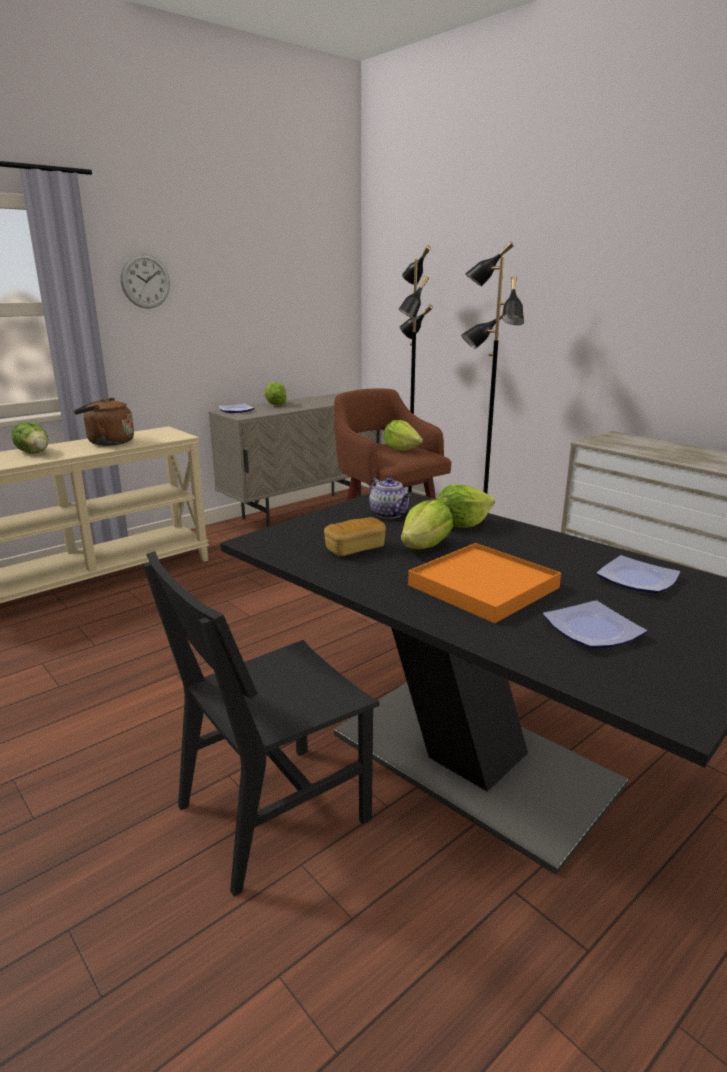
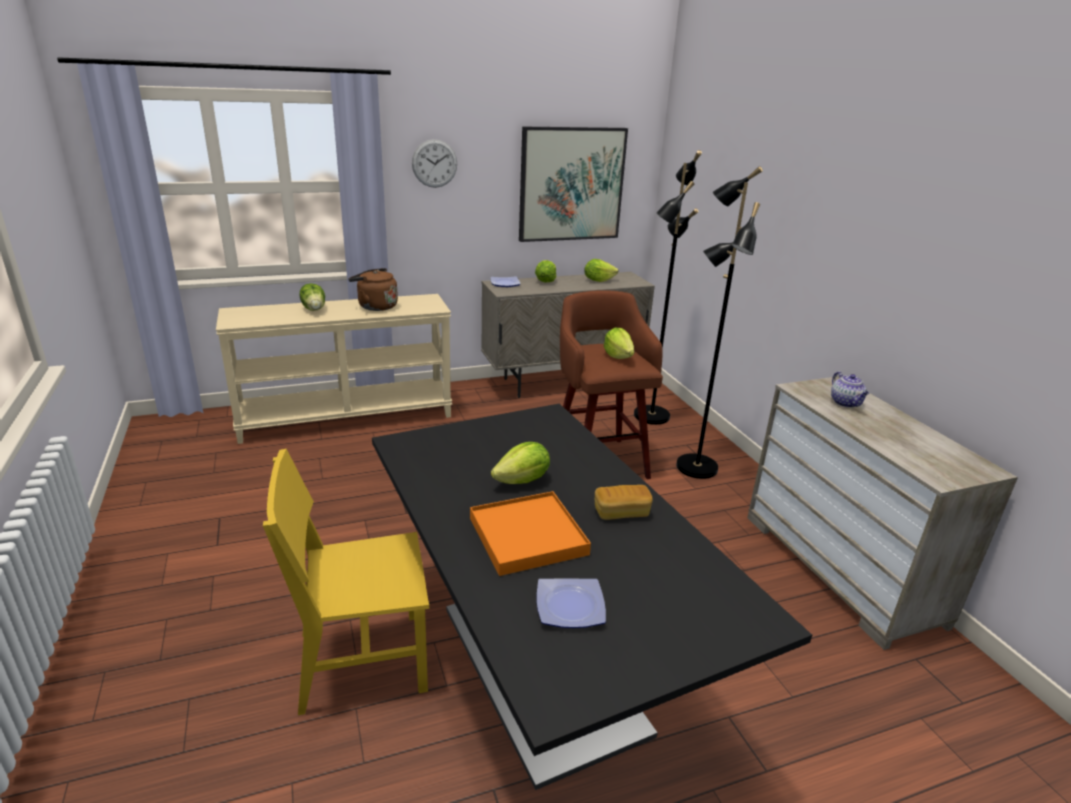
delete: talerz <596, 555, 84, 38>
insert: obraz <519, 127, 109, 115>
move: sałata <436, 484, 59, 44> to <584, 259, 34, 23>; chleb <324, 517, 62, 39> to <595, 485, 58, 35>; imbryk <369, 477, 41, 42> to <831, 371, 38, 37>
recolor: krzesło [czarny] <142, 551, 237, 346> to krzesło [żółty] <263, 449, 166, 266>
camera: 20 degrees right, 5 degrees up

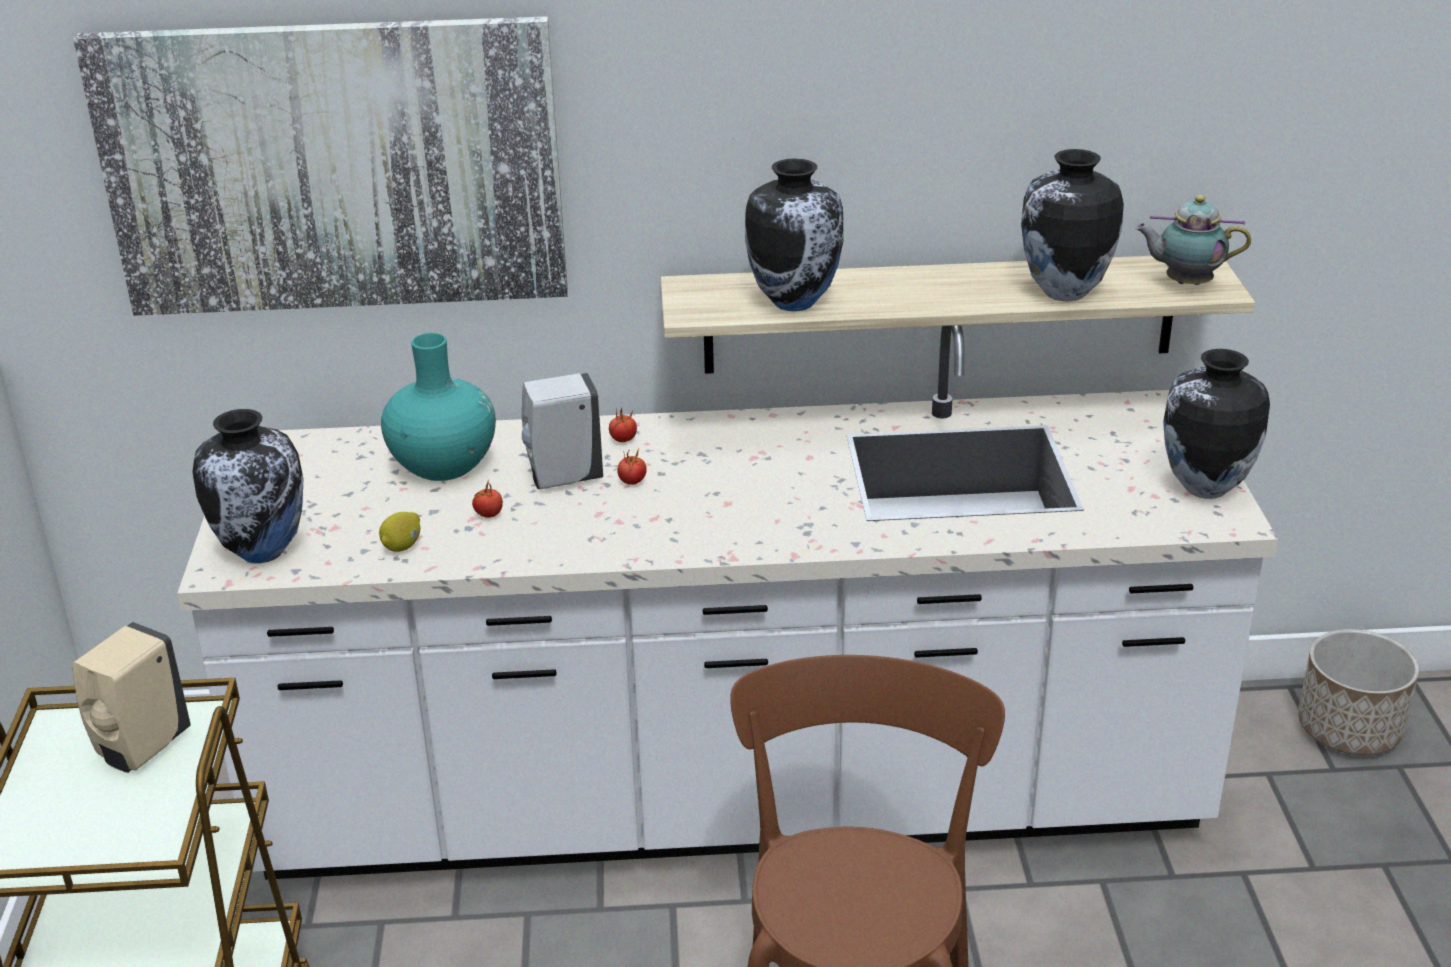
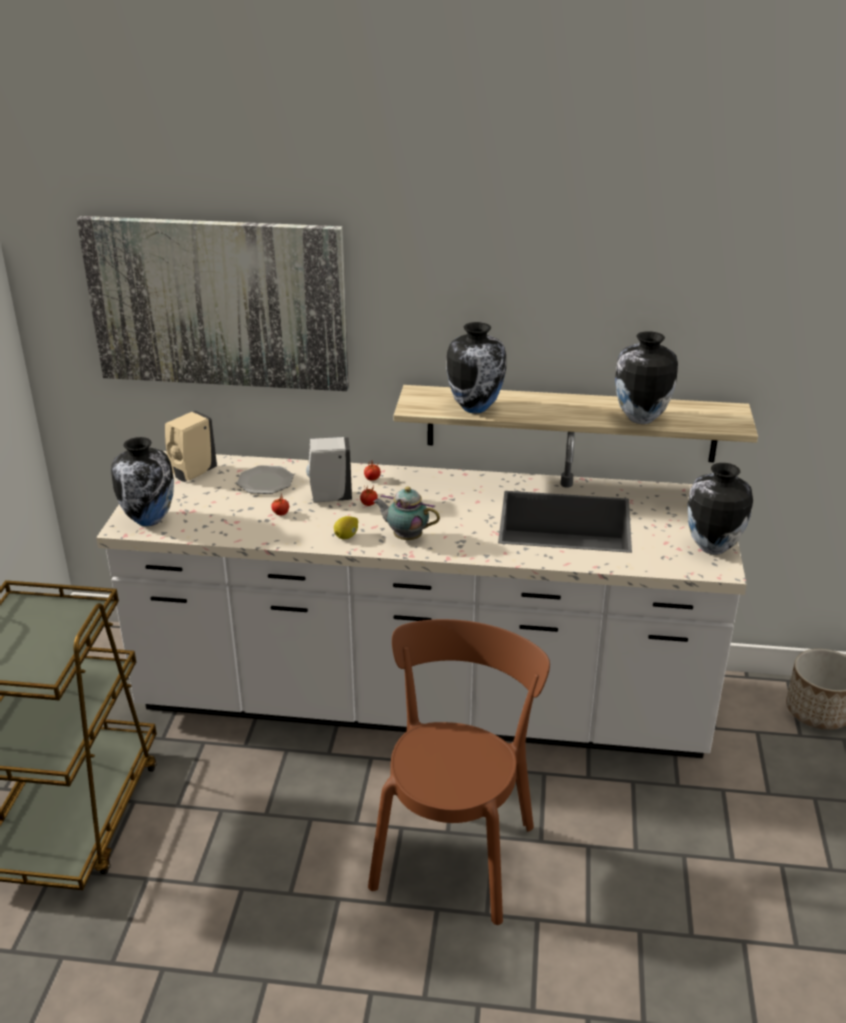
move: dozownik mydła [beżowy] <72, 622, 119, 151> to <165, 411, 52, 71>; cytryna <379, 512, 41, 40> to <334, 516, 24, 23>; imbryk <1135, 195, 116, 90> to <373, 486, 67, 54>
replace: wazon [turkusowy] <381, 333, 115, 148> to talerz <237, 465, 57, 29>
camera: 10 degrees right, 0 degrees up

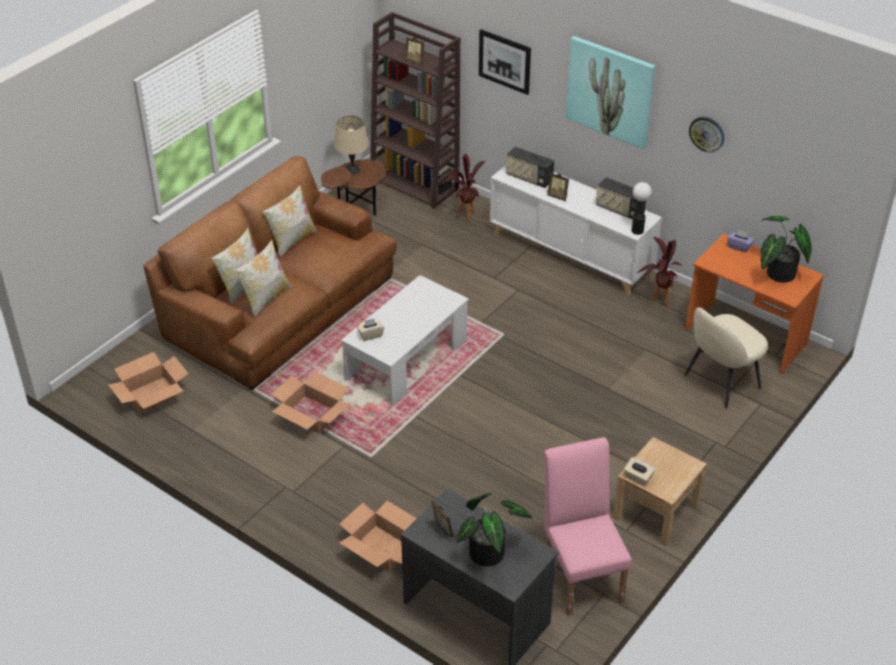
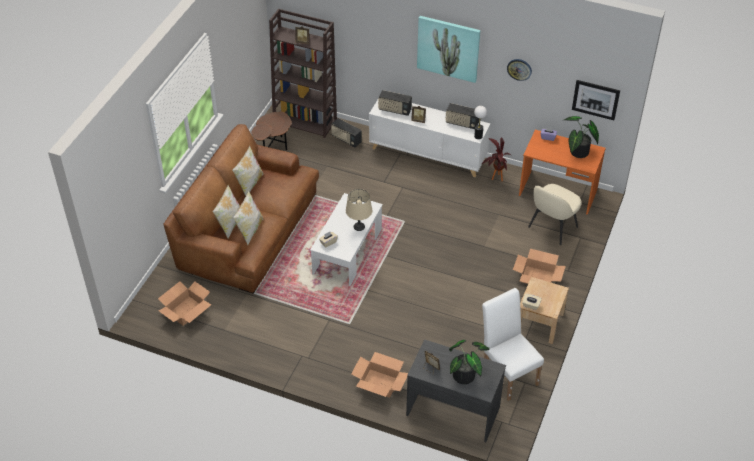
move: lampa stołowa [beżowy] <334, 115, 35, 59> to <346, 189, 26, 42>; karton <272, 371, 77, 63> to <513, 249, 53, 35>; obraz <479, 29, 52, 66> to <572, 80, 48, 40>
replace: roślina doniczkowa <441, 153, 44, 69> to radio <331, 118, 31, 29>
recolor: krzesło [różowy] <544, 437, 88, 179> to krzesło [biały] <482, 288, 62, 113>
camera: 15 degrees left, 5 degrees up

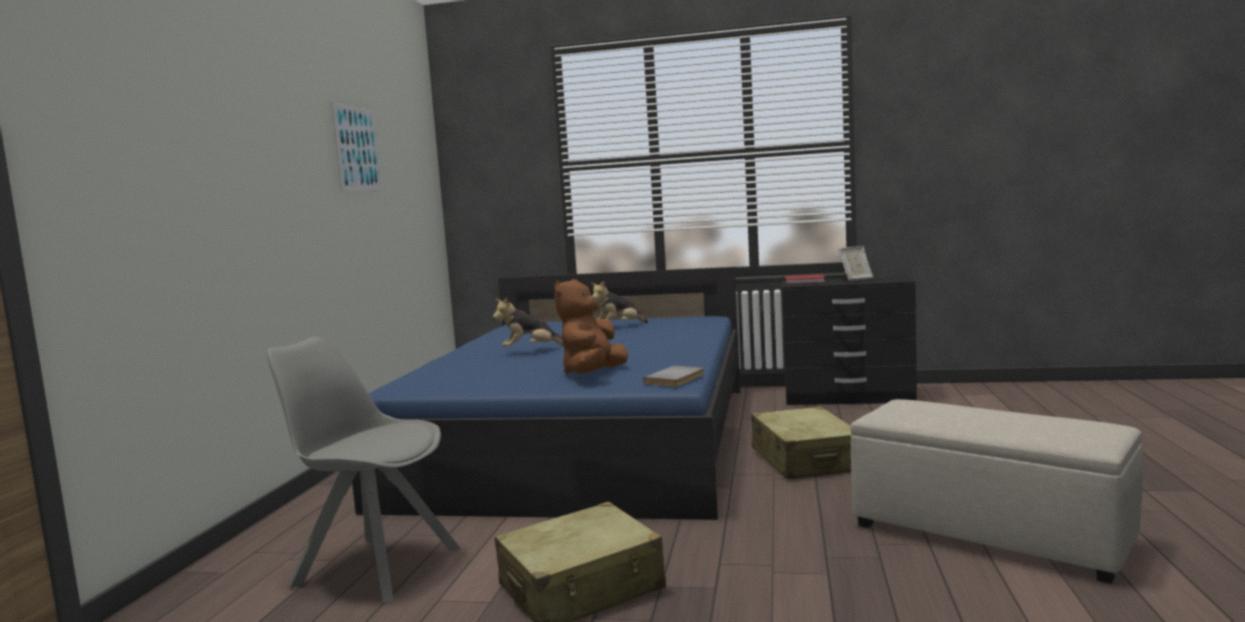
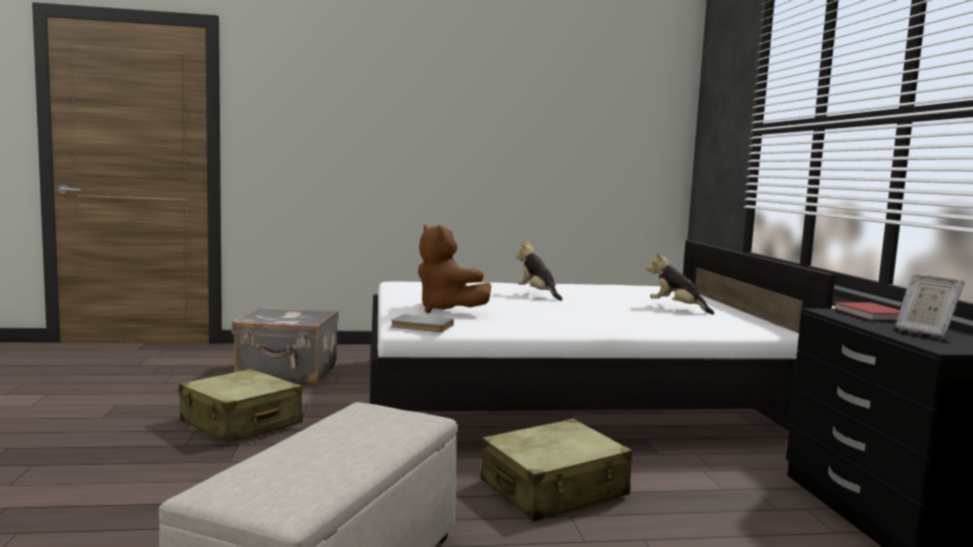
delete: obraz <331, 103, 52, 87>
replace: krzesło [szary] <266, 337, 195, 266> to walizka [szary] <232, 306, 107, 79>
recolor: łóżko [niebieski] <352, 267, 388, 253> to łóżko [biały] <370, 240, 465, 191>
rotate: pluszak [brązowy] <554, 279, 74, 95> = <418, 225, 73, 88> 135 degrees counterclockwise
camera: 70 degrees right, 0 degrees up

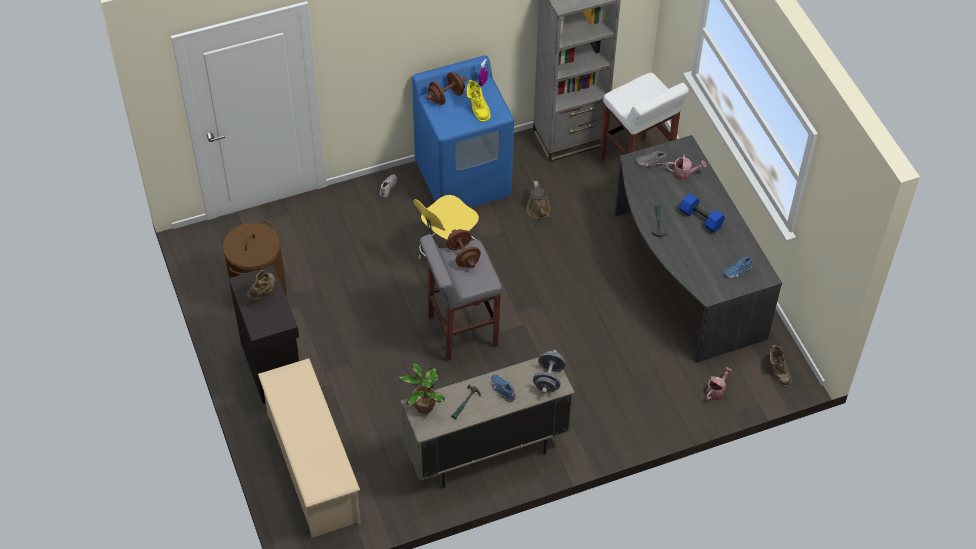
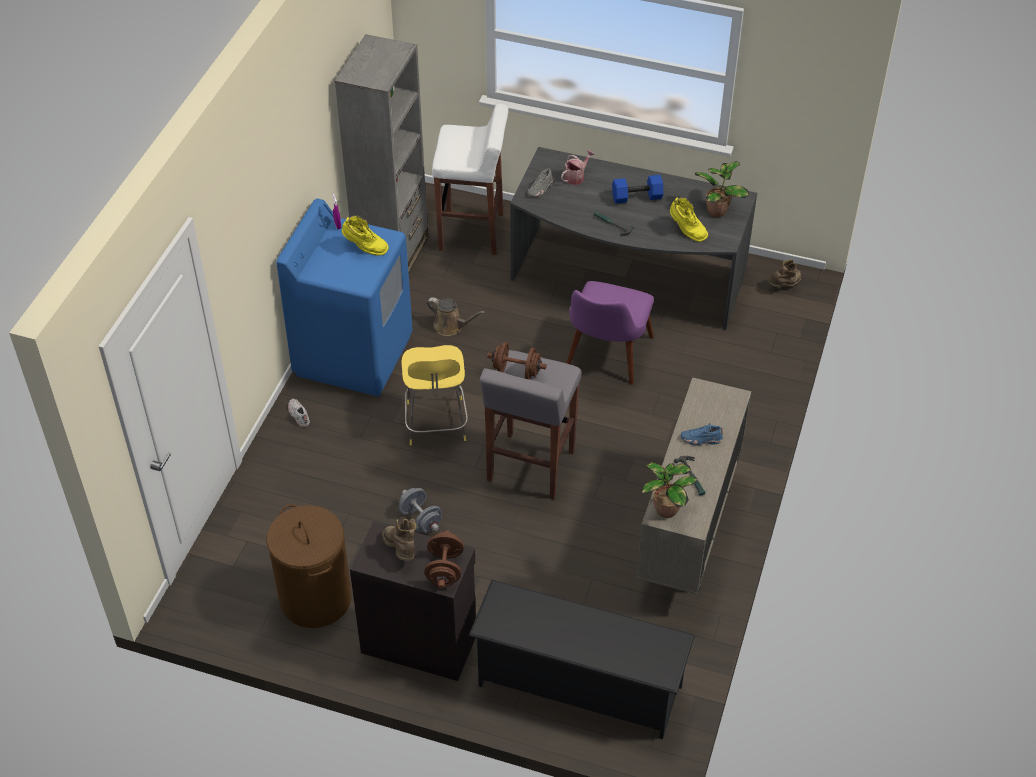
delete: konewka <706, 367, 26, 33>
insert: krzesło [fioletowy] <566, 281, 88, 104>; but z cholewką [żółty] <670, 197, 38, 45>
move: hantel [szary] <533, 350, 33, 44> to <399, 488, 43, 44>; hantel [brązowy] <426, 72, 40, 33> to <424, 530, 40, 59>
replace: but [niebieski] <723, 257, 30, 22> to roślina doniczkowa <694, 161, 55, 56>
recolor: regał na buty [beżowy] <258, 358, 103, 180> to regał na buty [czarny] <468, 580, 227, 159>
rotate: but z cholewką [brązowy] <770, 345, 22, 42> = <768, 259, 33, 28> 60 degrees counterclockwise
camera: 50 degrees left, 5 degrees down

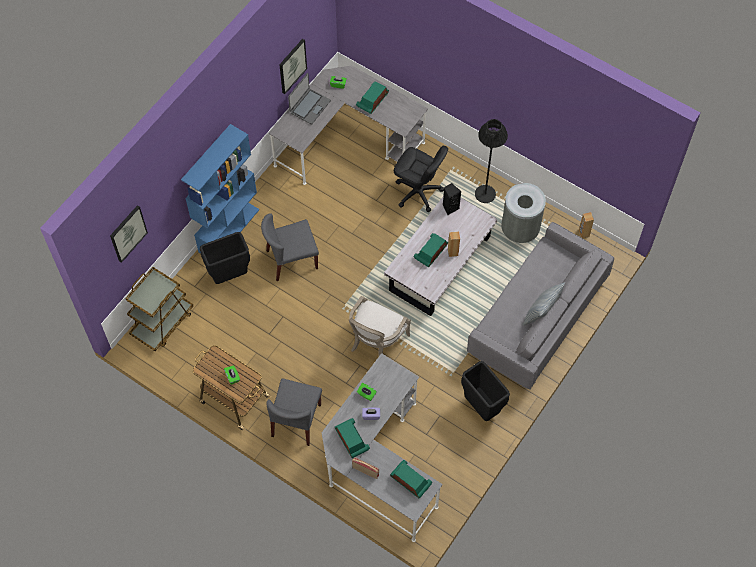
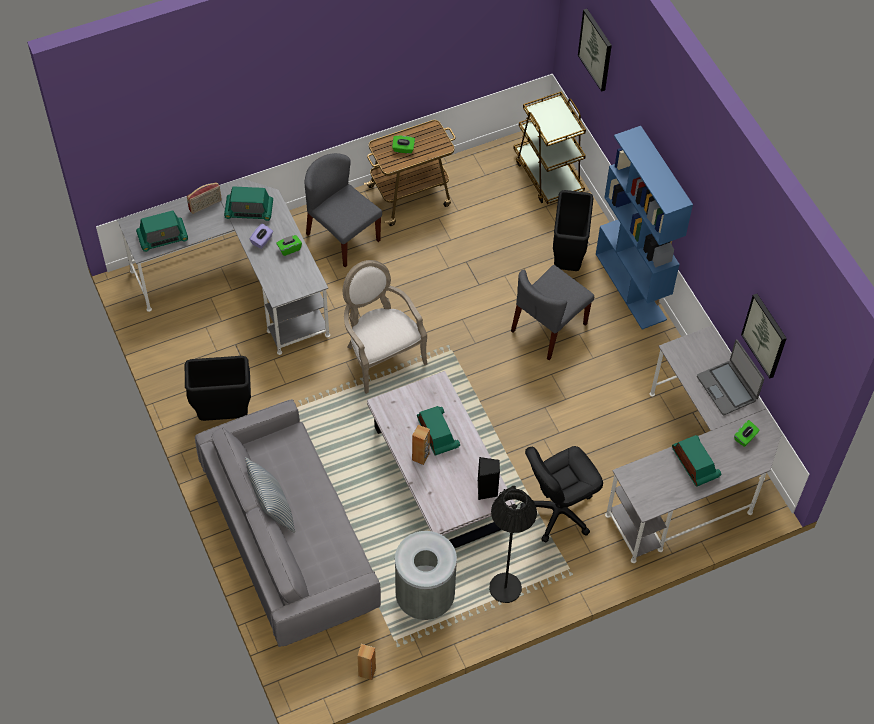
rotate: krzesło [szary] <261, 213, 58, 68> = <511, 265, 83, 95> 150 degrees counterclockwise
camera: 120 degrees right, 5 degrees down

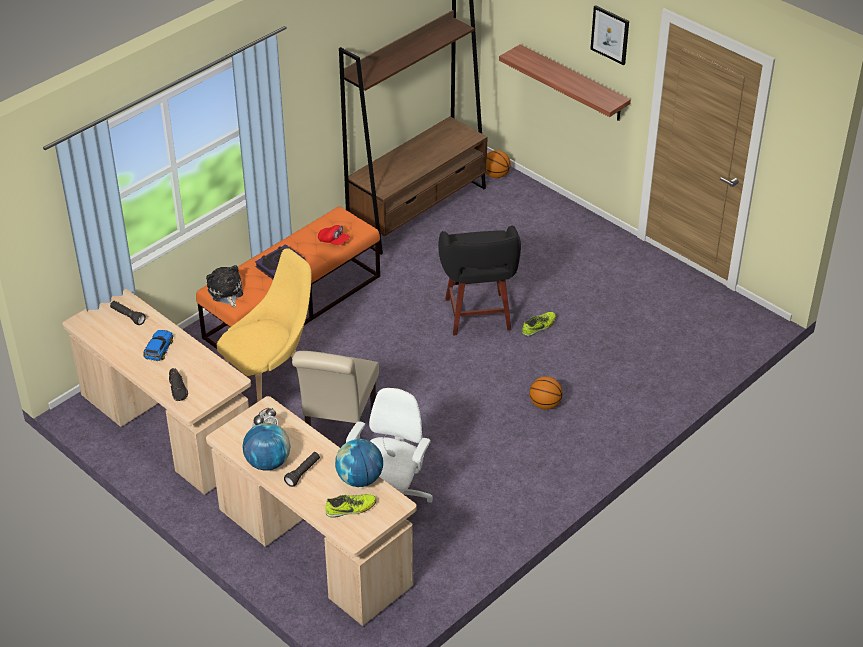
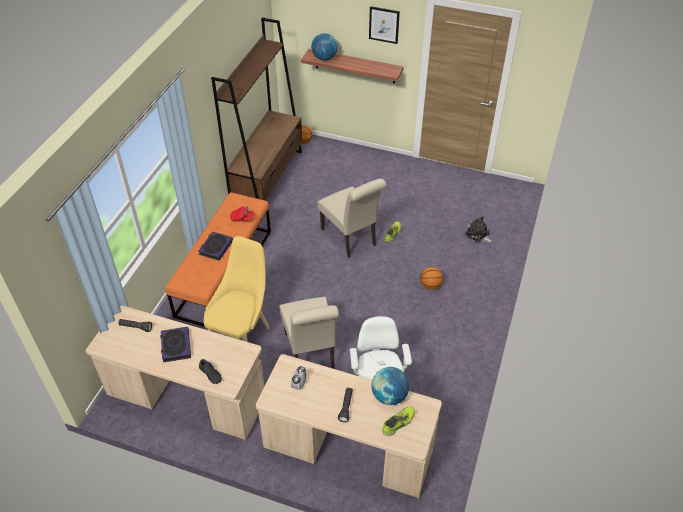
move: globus <242, 423, 48, 48> to <311, 33, 27, 28>; pluszak <206, 265, 37, 42> to <465, 216, 28, 27>
replace: samochodzik <143, 330, 30, 31> to książka <160, 327, 31, 36>; stołek [czarny] <438, 225, 83, 110> to krzesło [beżowy] <318, 179, 69, 79>
camera: 25 degrees left, 5 degrees up

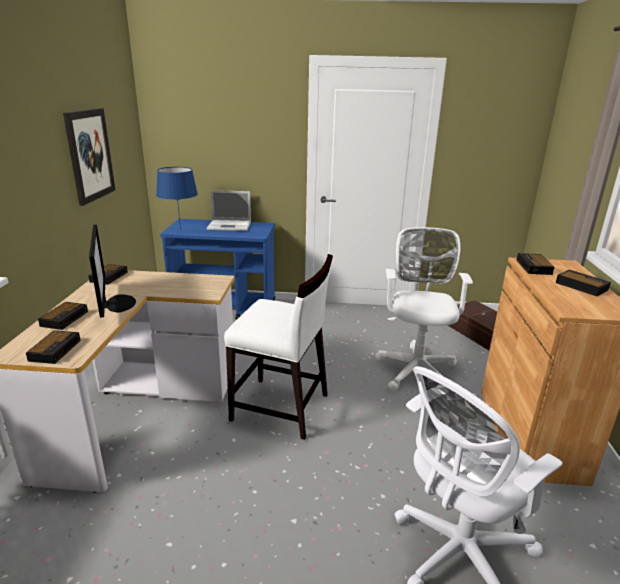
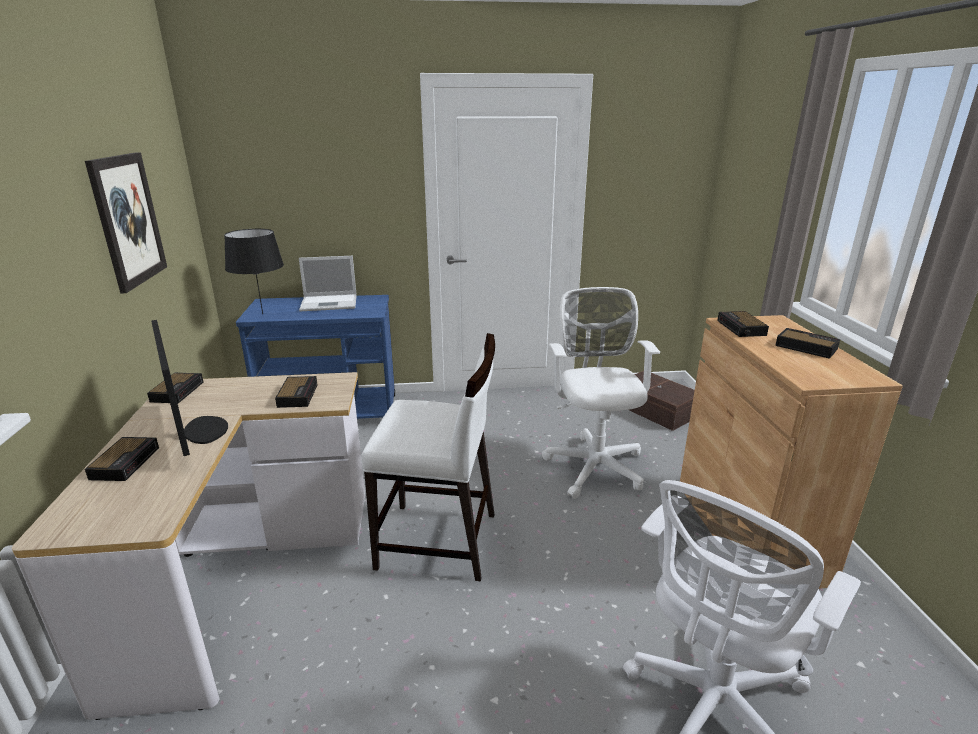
move: budzik <26, 330, 55, 34> to <275, 376, 43, 32>
recolor: lampa stołowa [niebieski] <156, 167, 42, 63> to lampa stołowa [czarny] <224, 229, 60, 85>
camera: 10 degrees left, 0 degrees up

